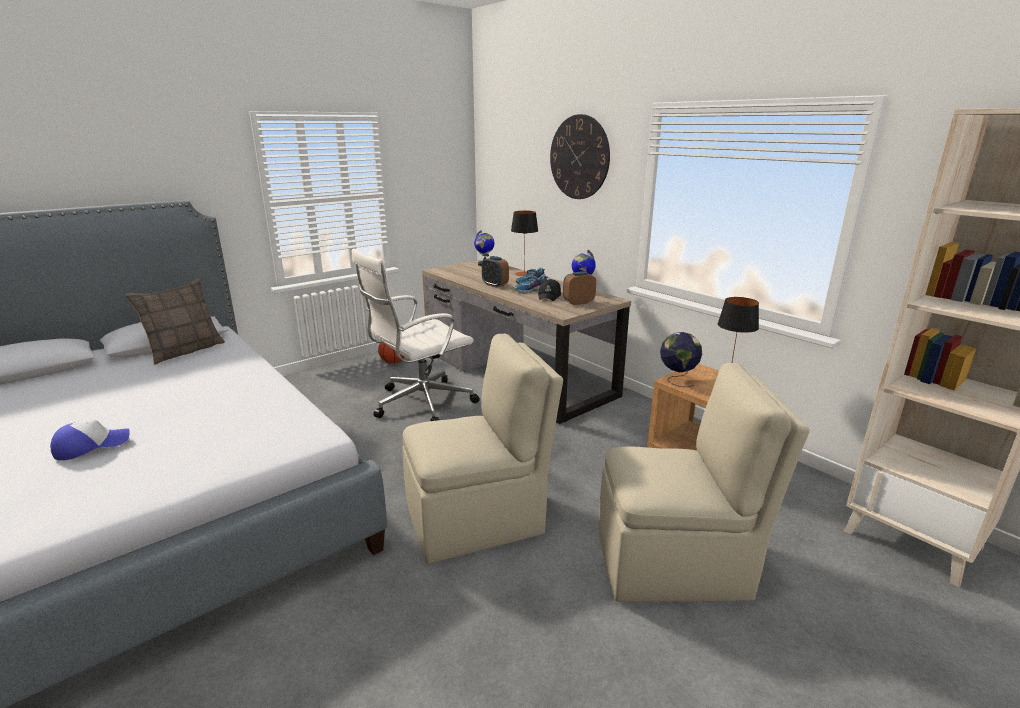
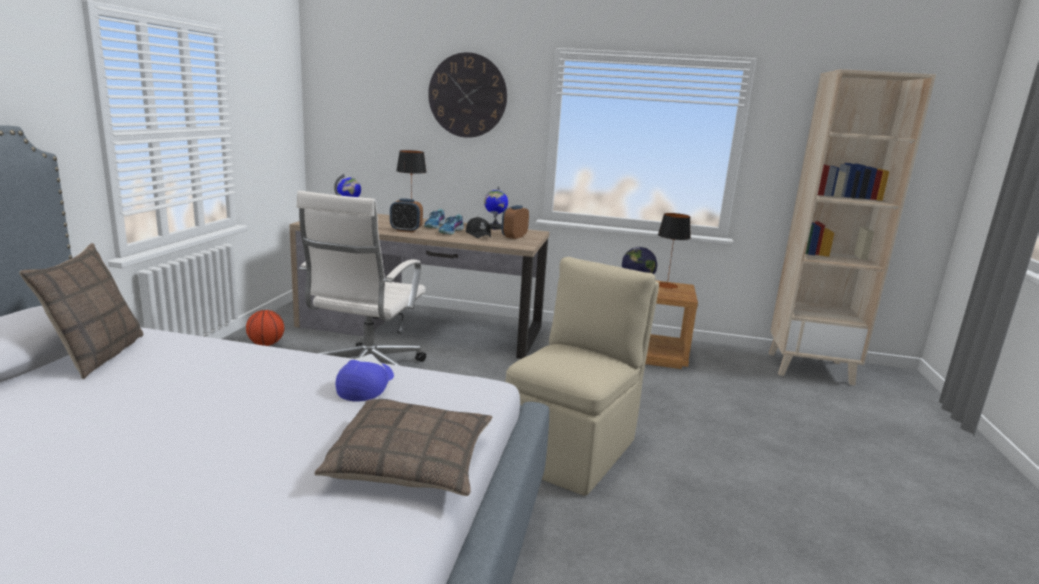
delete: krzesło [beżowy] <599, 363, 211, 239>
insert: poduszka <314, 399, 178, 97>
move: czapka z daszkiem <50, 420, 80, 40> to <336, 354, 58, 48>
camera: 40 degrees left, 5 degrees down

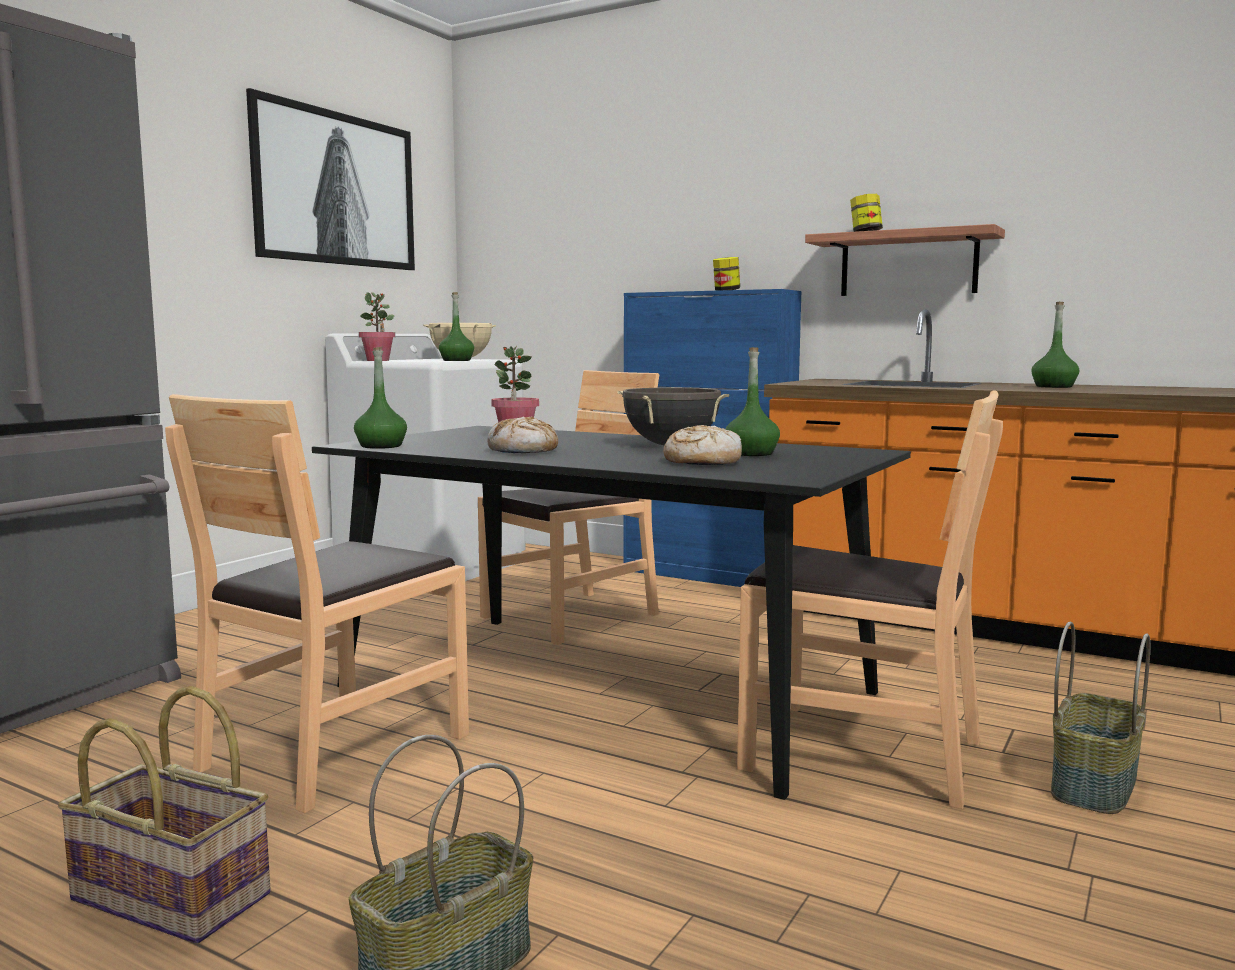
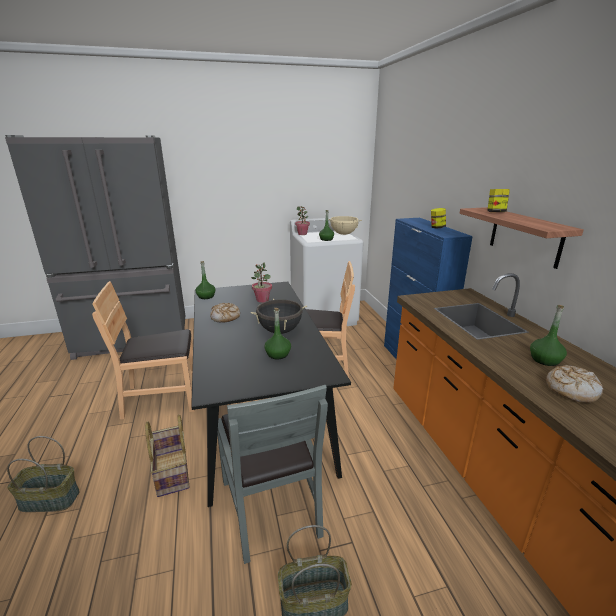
delete: obraz <246, 88, 169, 182>
move: koszyk <58, 686, 213, 258> to <145, 414, 44, 83>; chleb <663, 425, 79, 40> to <546, 365, 57, 38>
recolor: krzesło [brązowy] <737, 390, 266, 419> to krzesło [szary] <217, 385, 111, 179>
camera: 45 degrees right, 15 degrees up

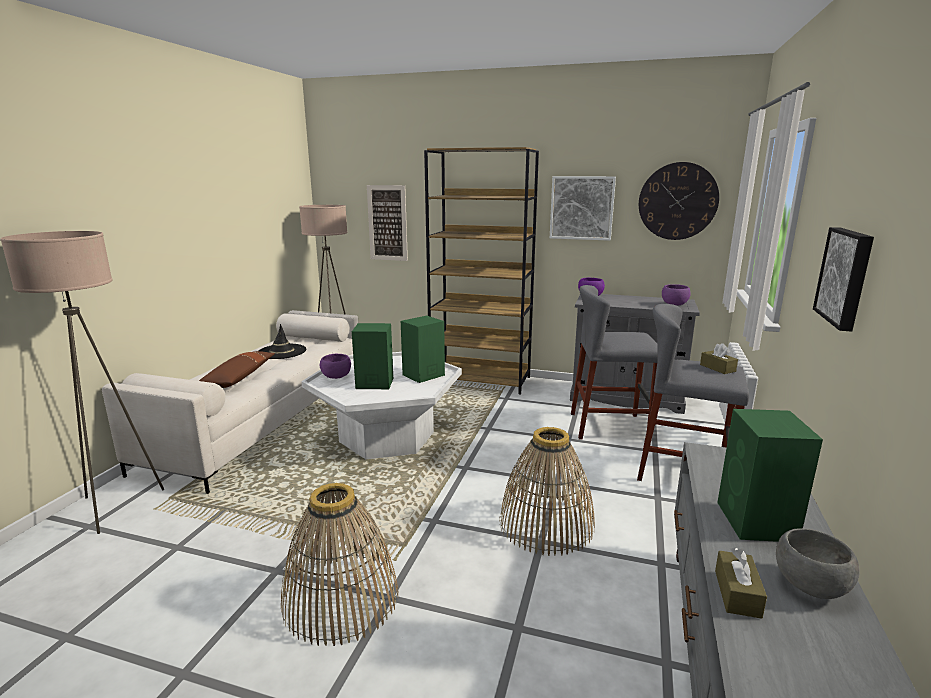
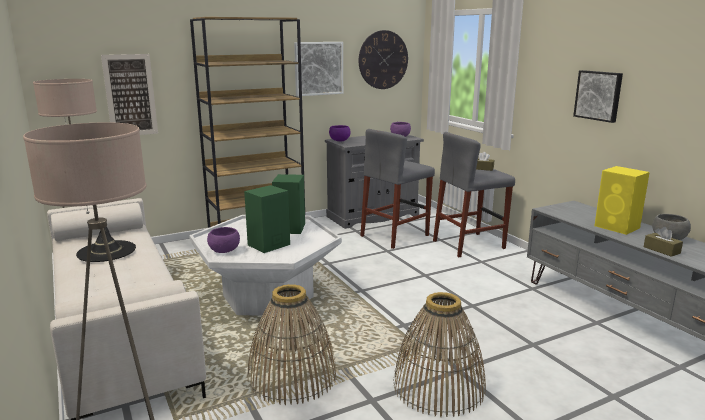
delete: poduszka [brązowy] <199, 351, 76, 37>
move: koszyk <499, 427, 96, 129> to <248, 284, 89, 121>
recolor: głośnik [zielony] <717, 409, 106, 133> to głośnik [żółty] <594, 166, 56, 69>
camera: 45 degrees left, 0 degrees up

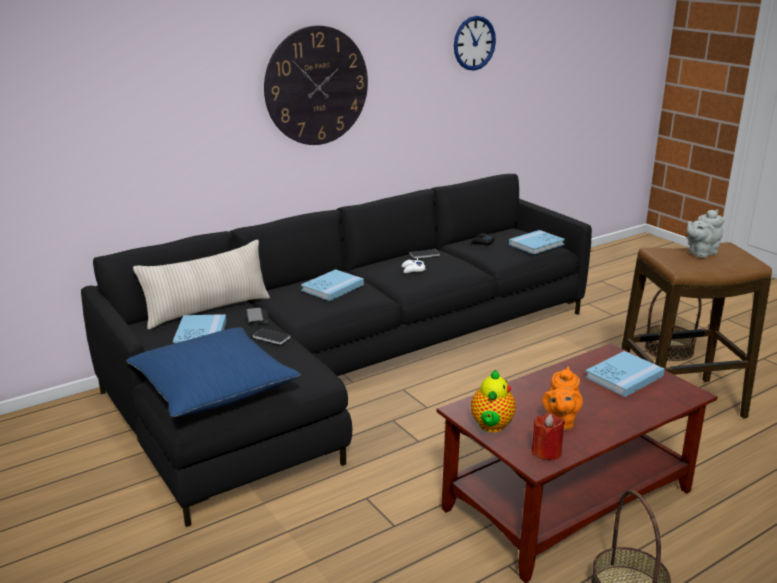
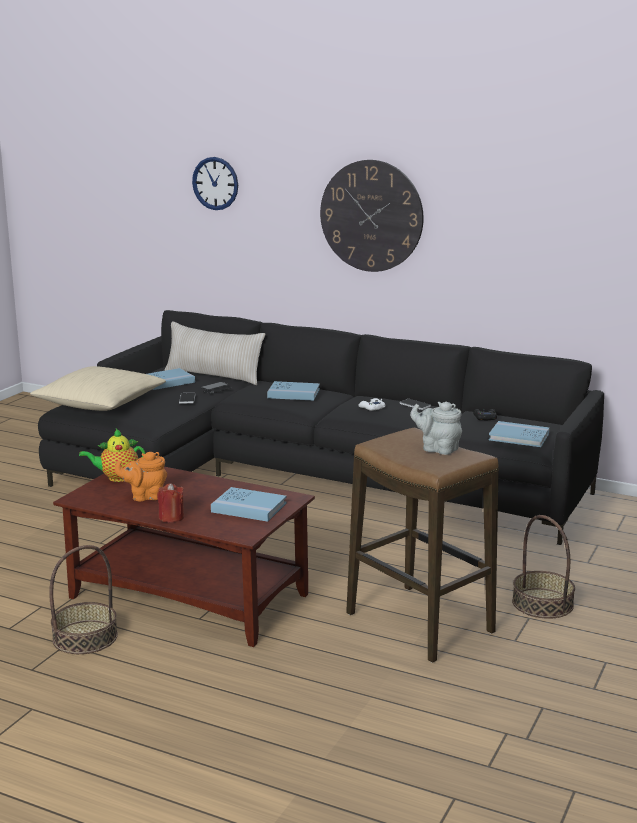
move: świeca [czerwony] <532, 413, 33, 47> to <157, 483, 27, 39>; zegar ścienny <454, 16, 42, 55> to <192, 157, 46, 53>
recolor: poduszka [niebieski] <126, 327, 175, 90> to poduszka [beżowy] <30, 366, 136, 45>
camera: 60 degrees right, 5 degrees down

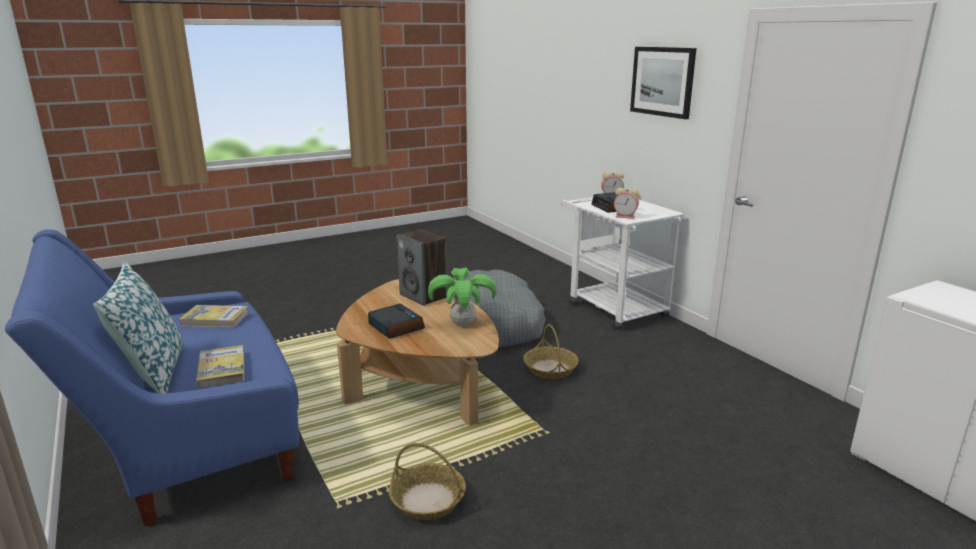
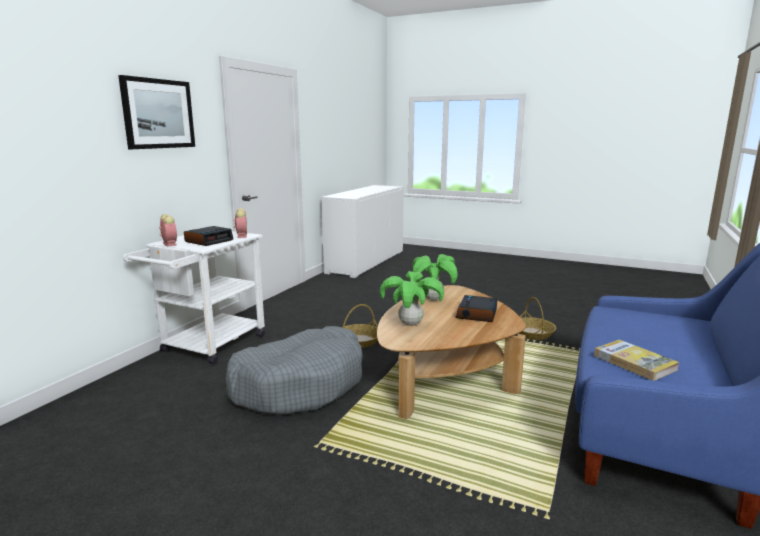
delete: poduszka <93, 262, 91, 132>; książka <196, 345, 48, 44>
replace: głośnik <397, 229, 50, 77> to roślina doniczkowa <380, 271, 64, 55>
camera: 125 degrees left, 5 degrees down

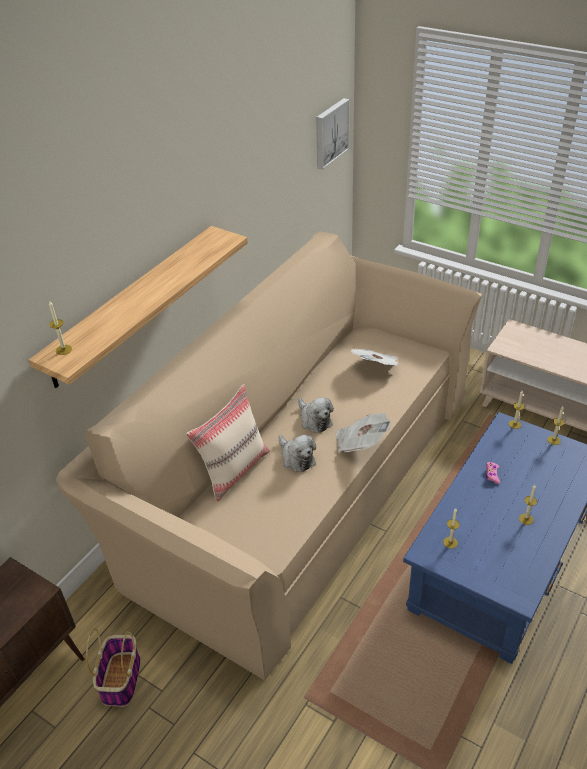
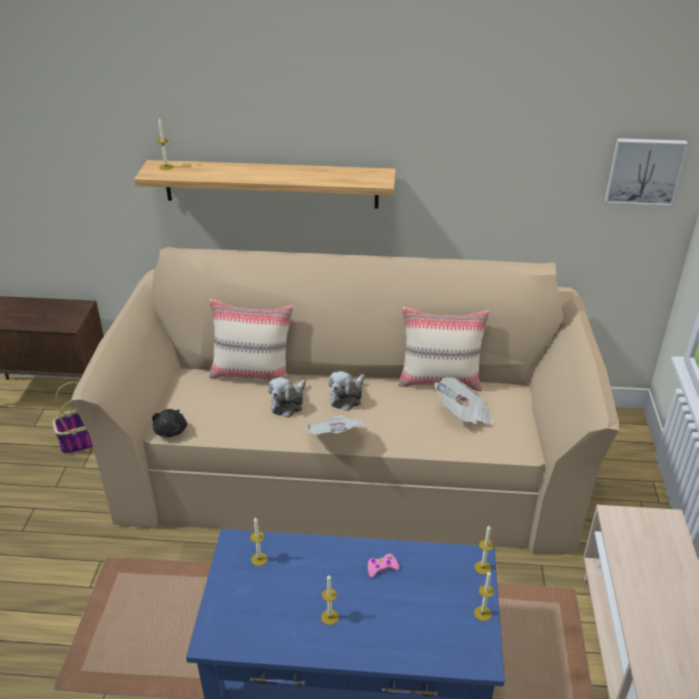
insert: pluszak [czarny] <152, 409, 35, 28>; poduszka [beżowy] <399, 307, 90, 84>
camera: 60 degrees right, 5 degrees down

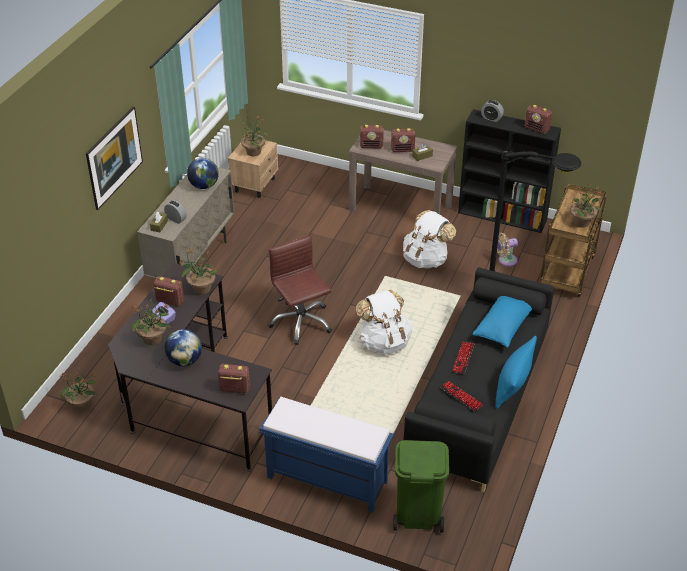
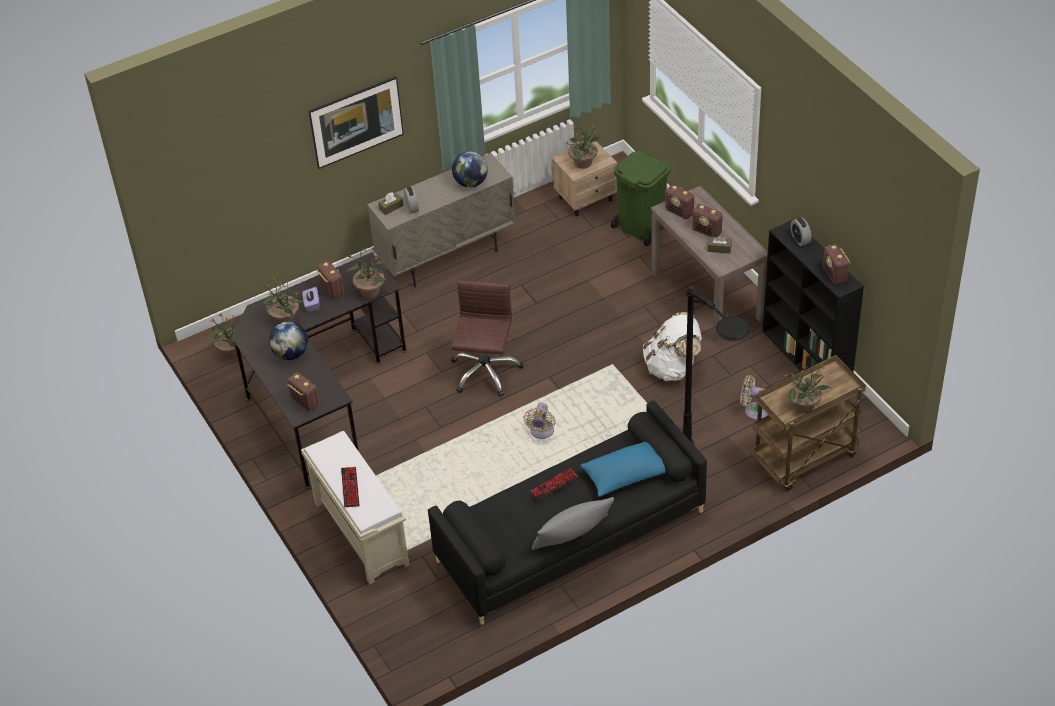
move: klawiatura <440, 381, 43, 30> to <341, 467, 19, 40>; kosz na śmieci [zielony] <393, 440, 56, 93> to <611, 151, 60, 95>
replace: plecak [biały] <356, 290, 56, 65> to wentylator [beżowy] <523, 403, 33, 36>
recolor: ławka [niebieski] <259, 397, 135, 115> to ławka [beżowy] <301, 431, 109, 154>; poduszka [niebieski] <496, 336, 41, 73> to poduszka [szary] <532, 497, 82, 53>
camera: 40 degrees right, 5 degrees up

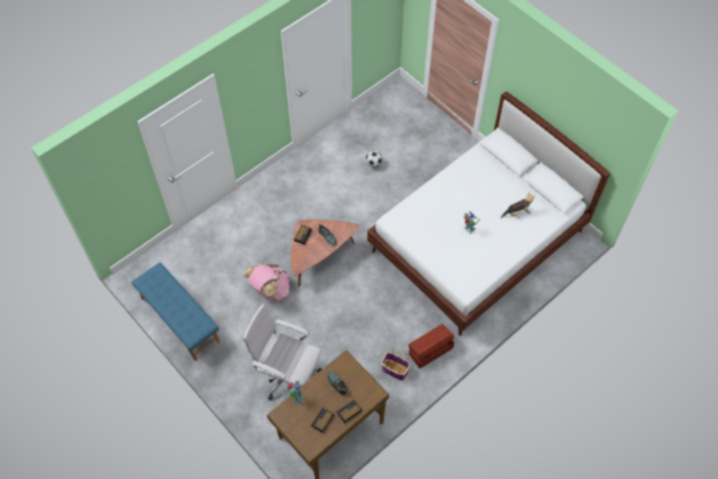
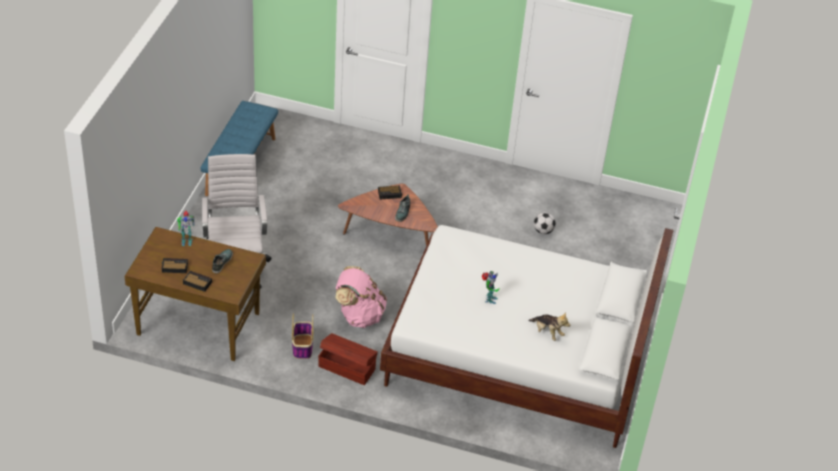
move: plecak [różowy] <243, 264, 47, 37> to <336, 266, 51, 62>
camera: 55 degrees right, 15 degrees down

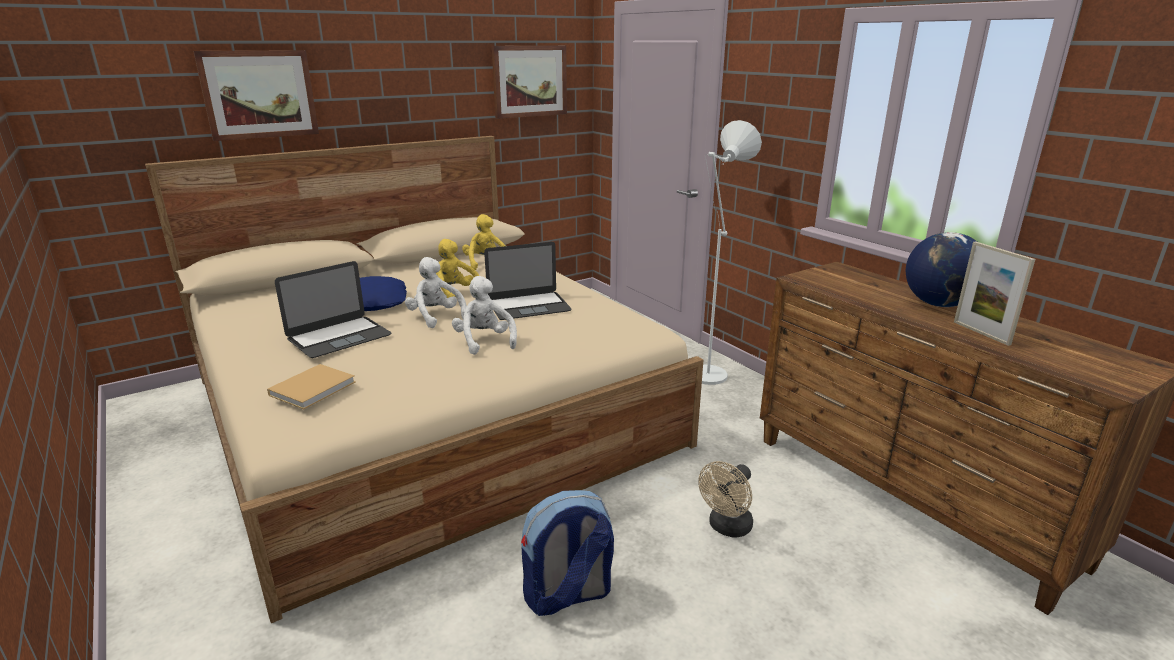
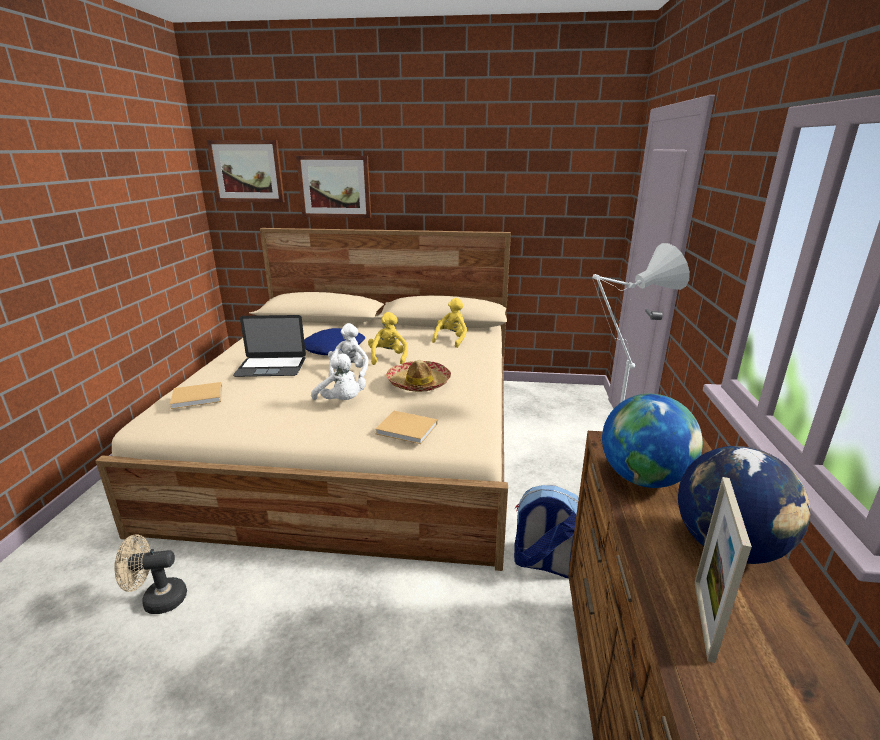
insert: książka [beżowy] <375, 411, 63, 33>; globus <602, 394, 101, 94>
move: wentylator [beżowy] <699, 461, 54, 76> to <114, 534, 73, 80>; obraz <492, 45, 75, 74> to <207, 140, 78, 63>; plecak <521, 490, 93, 126> to <514, 485, 65, 93>
replace: laptop <484, 242, 88, 78> to kapelusz <386, 360, 65, 32>
rotate: pluszak [biały] <452, 276, 65, 79> = <311, 354, 55, 46> 120 degrees clockwise
camera: 40 degrees right, 0 degrees up

